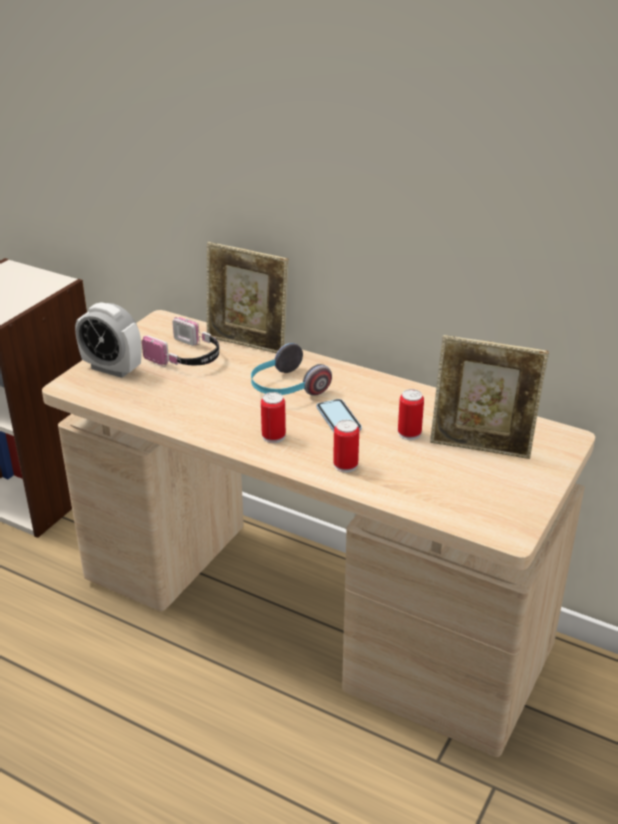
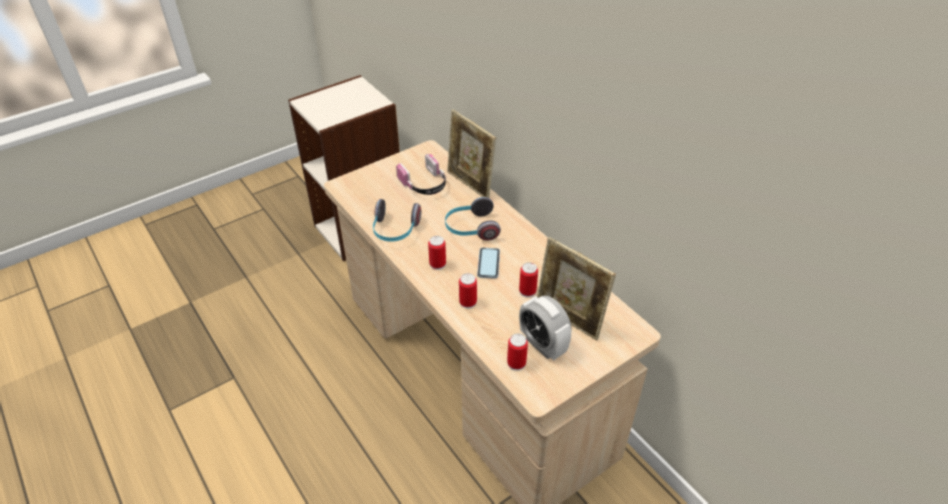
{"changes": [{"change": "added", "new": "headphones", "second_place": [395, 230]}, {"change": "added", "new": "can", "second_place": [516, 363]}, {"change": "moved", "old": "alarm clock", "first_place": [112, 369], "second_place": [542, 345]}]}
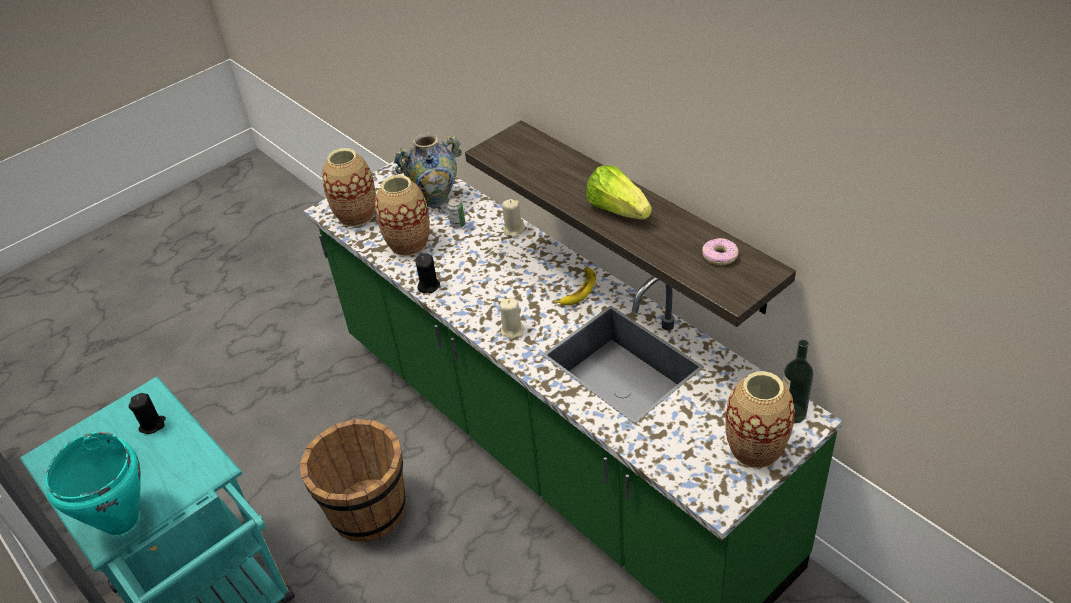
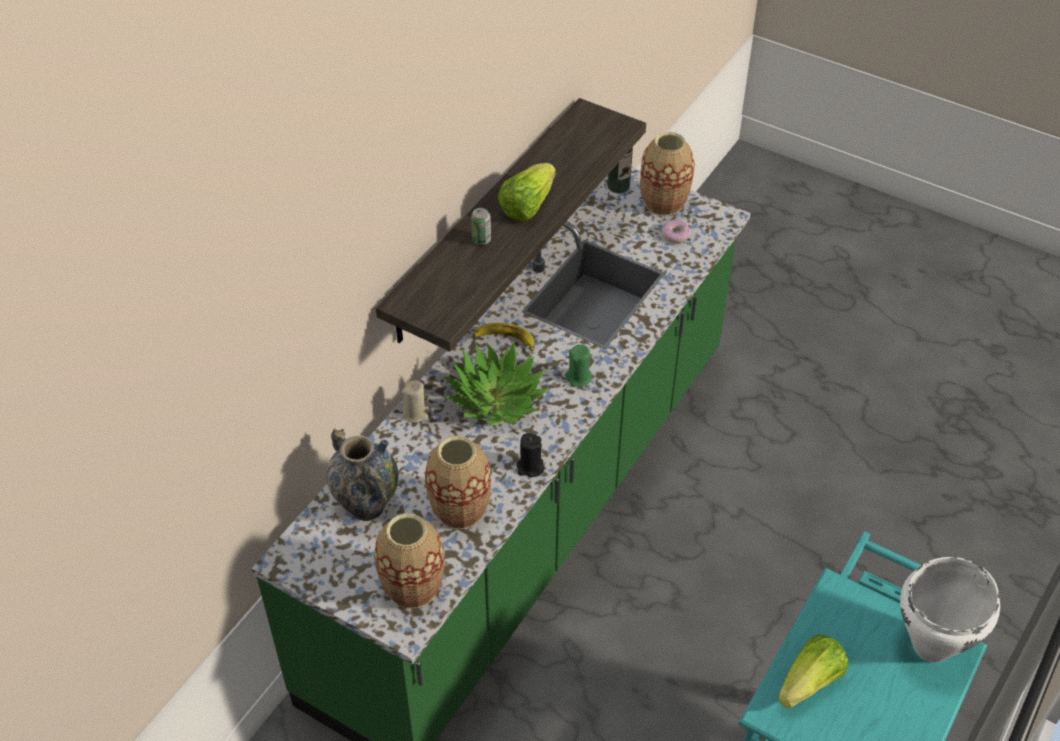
{"changes": [{"change": "removed", "old": "brown bucket", "first_place": [367, 510]}, {"change": "added", "new": "potted plant", "second_place": [496, 399]}, {"change": "moved", "old": "can", "first_place": [458, 224], "second_place": [481, 240]}, {"change": "moved", "old": "donut", "first_place": [719, 256], "second_place": [675, 235]}, {"change": "replaced", "old": "black candle", "new": "lettuce", "first_place": [152, 425], "second_place": [809, 682]}, {"change": "recoloured", "old": "turquoise cooking pot", "new": "white cooking pot", "first_place": [120, 521], "second_place": [932, 646]}, {"change": "recoloured", "old": "beige candle", "new": "green candle", "first_place": [512, 330], "second_place": [579, 377]}]}
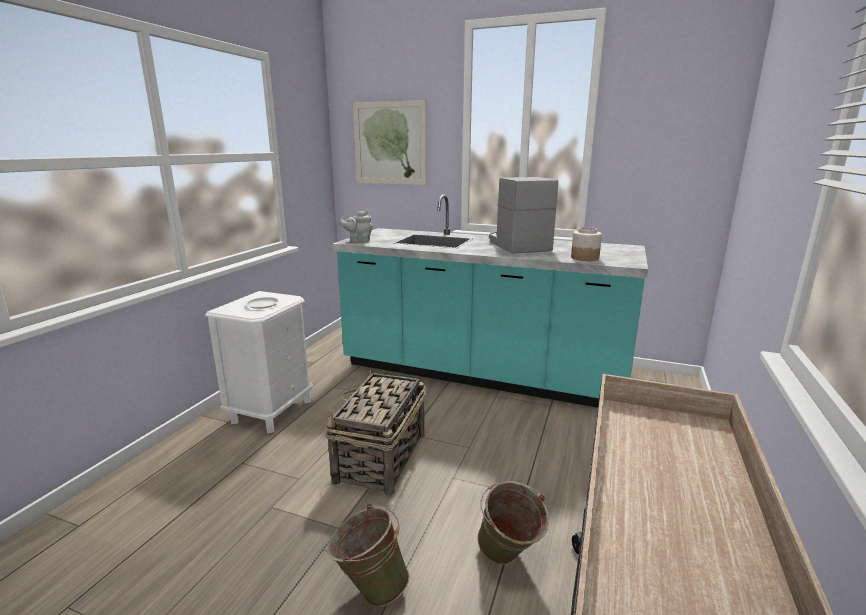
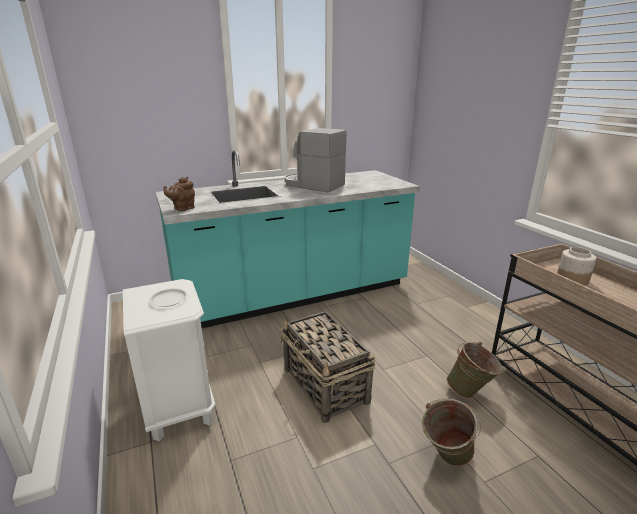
{"changes": [{"change": "removed", "old": "picture", "first_place": [390, 143]}, {"change": "moved", "old": "jar", "first_place": [584, 258], "second_place": [572, 279]}, {"change": "recoloured", "old": "grey teapot", "new": "brown teapot", "first_place": [358, 241], "second_place": [182, 209]}]}
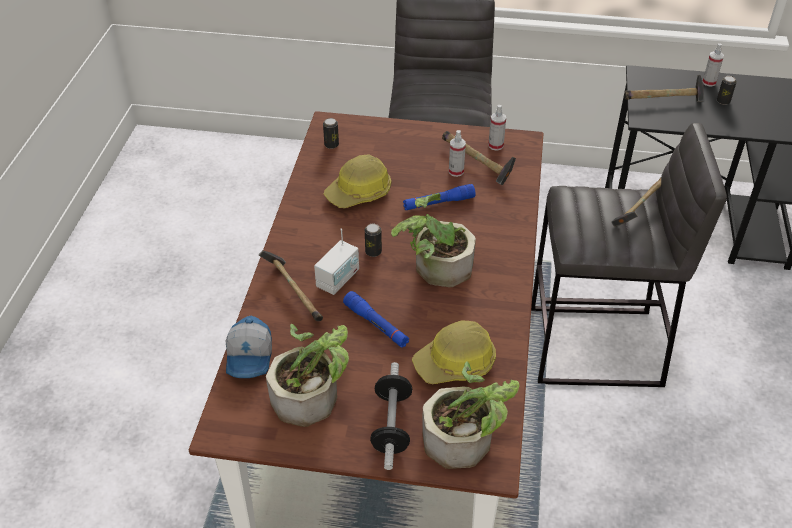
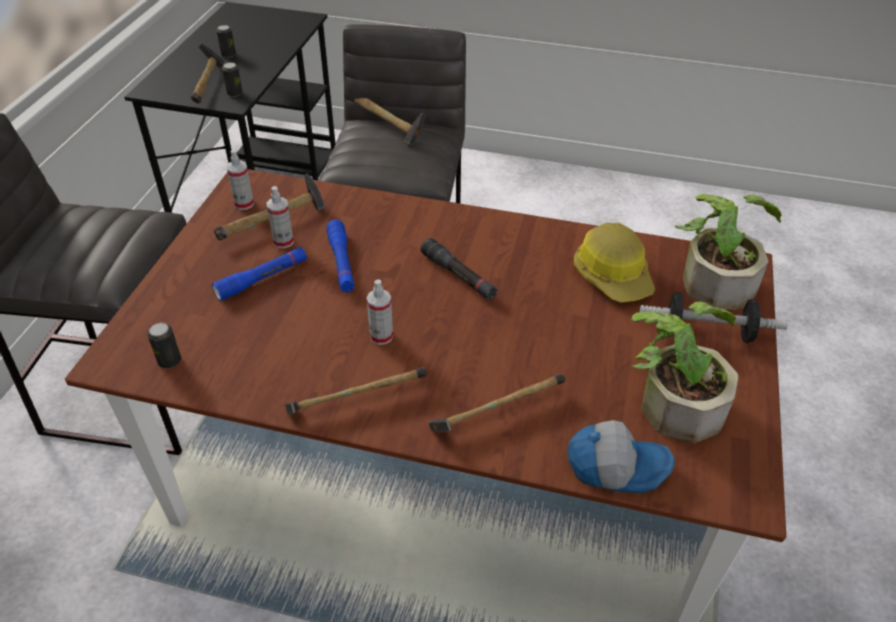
{"changes": [{"change": "removed", "old": "radio", "first_place": [338, 279]}, {"change": "removed", "old": "hard hat", "first_place": [359, 192]}, {"change": "added", "new": "hammer", "second_place": [353, 402]}, {"change": "moved", "old": "blue flashlight", "first_place": [376, 325], "second_place": [262, 279]}, {"change": "moved", "old": "can", "first_place": [373, 252], "second_place": [235, 93]}, {"change": "moved", "old": "spray bottle", "first_place": [709, 82], "second_place": [381, 336]}, {"change": "replaced", "old": "potted plant", "new": "black flashlight", "first_place": [435, 266], "second_place": [458, 276]}]}
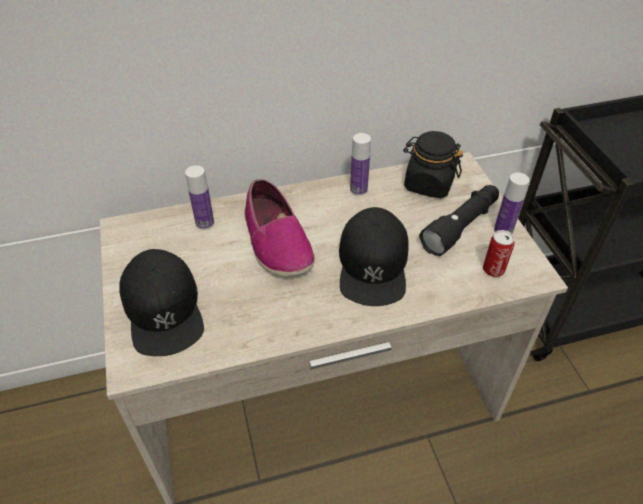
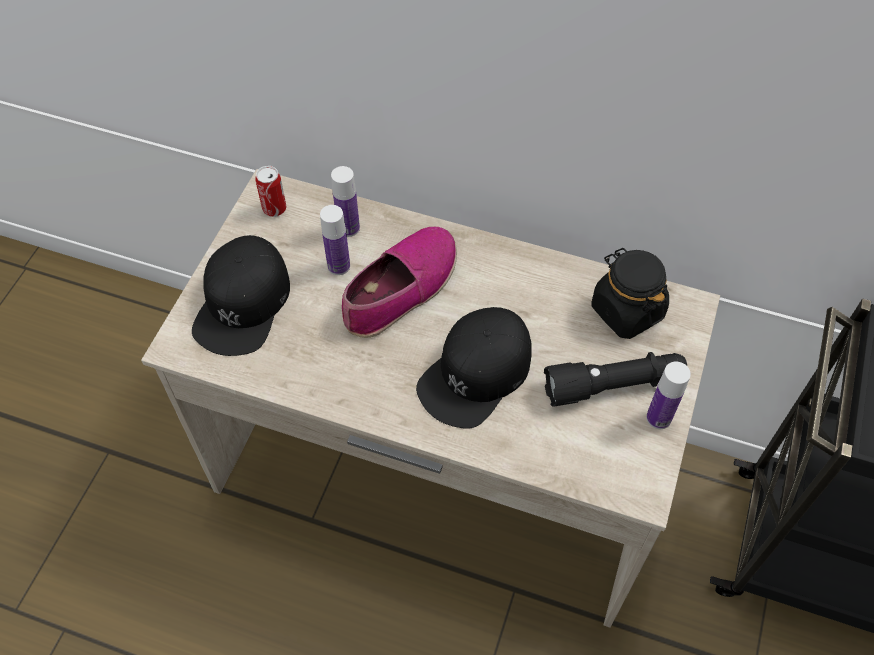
{"changes": [{"change": "moved", "old": "bottle", "first_place": [358, 189], "second_place": [338, 266]}, {"change": "moved", "old": "can", "first_place": [493, 269], "second_place": [274, 208]}, {"change": "turned", "old": "shoe", "first_place": [276, 241], "second_place": [401, 289], "degrees": -150}]}
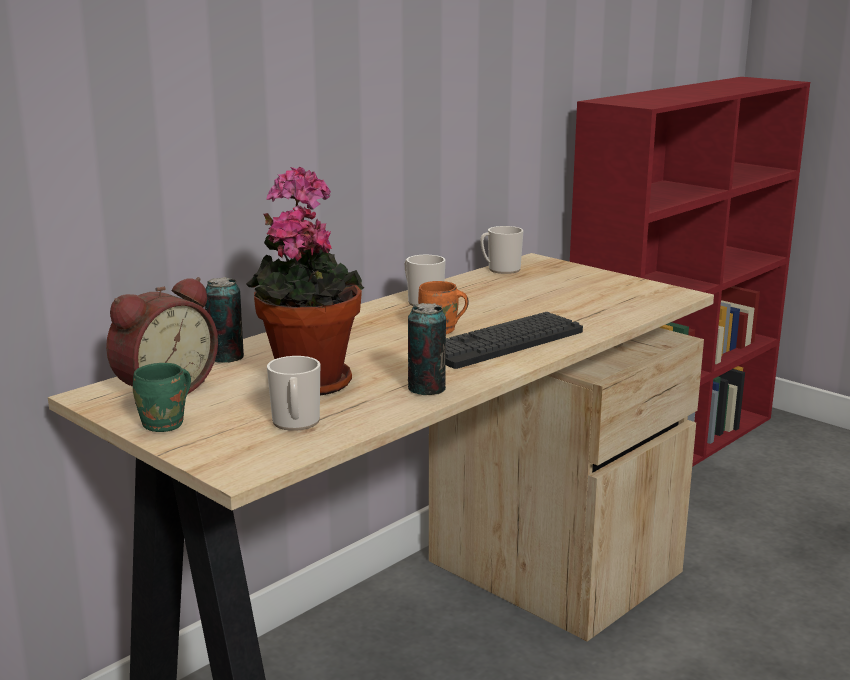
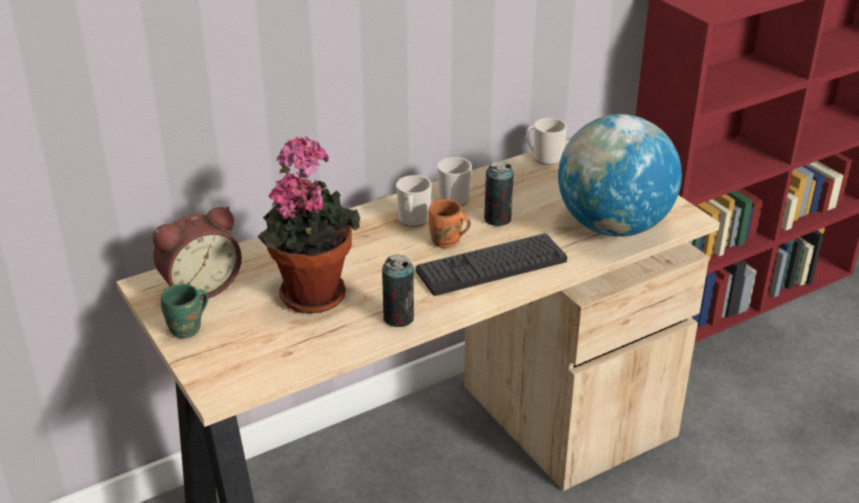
{"changes": [{"change": "added", "new": "globe", "second_place": [613, 226]}, {"change": "moved", "old": "can", "first_place": [226, 357], "second_place": [497, 219]}, {"change": "moved", "old": "mug", "first_place": [296, 423], "second_place": [413, 220]}]}
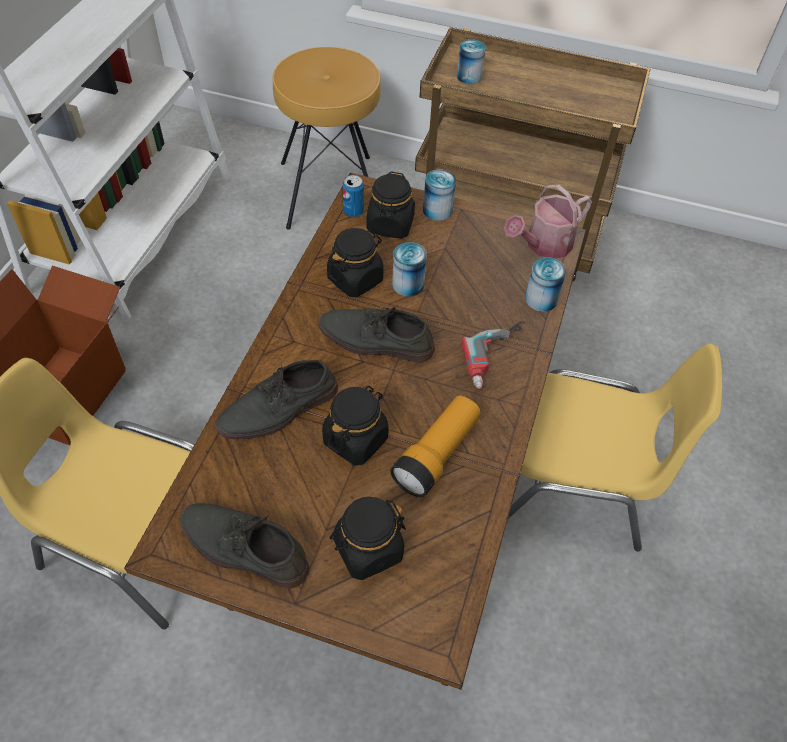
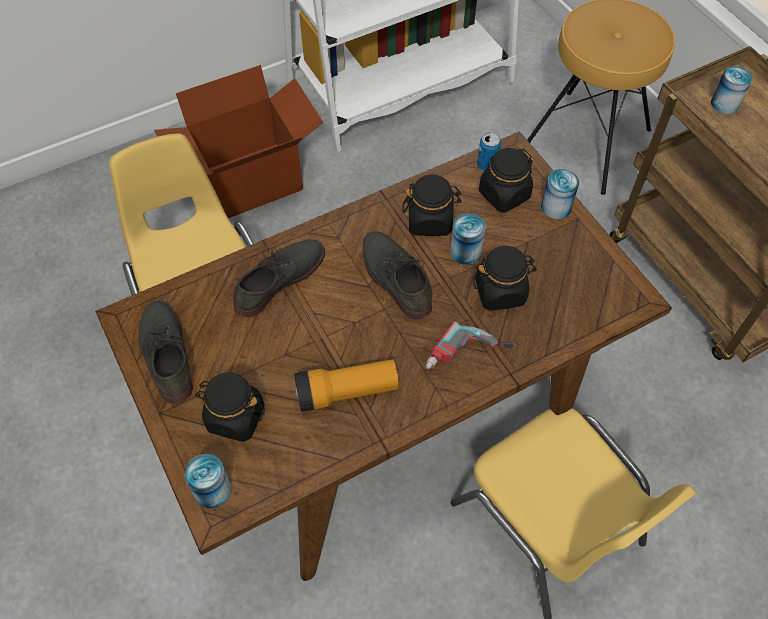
{"changes": [{"change": "removed", "old": "watering can", "first_place": [543, 245]}, {"change": "moved", "old": "black jar", "first_place": [355, 439], "second_place": [500, 291]}, {"change": "moved", "old": "can", "first_place": [541, 299], "second_place": [213, 490]}, {"change": "turned", "old": "grey shoe", "first_place": [279, 409], "second_place": [279, 279], "degrees": 120}]}
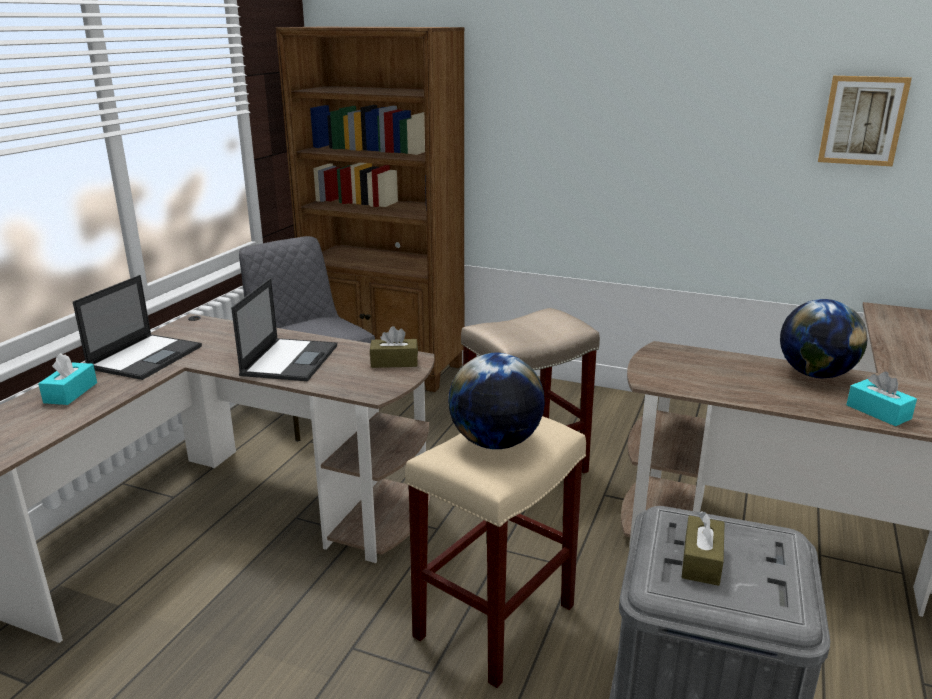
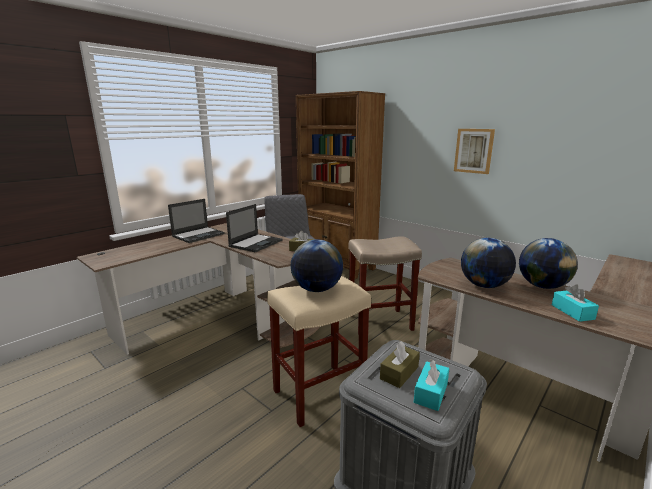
{"changes": [{"change": "added", "new": "globe", "second_place": [484, 285]}, {"change": "moved", "old": "turquoise tissue box", "first_place": [71, 393], "second_place": [431, 393]}, {"change": "moved", "old": "picture", "first_place": [862, 120], "second_place": [474, 151]}]}
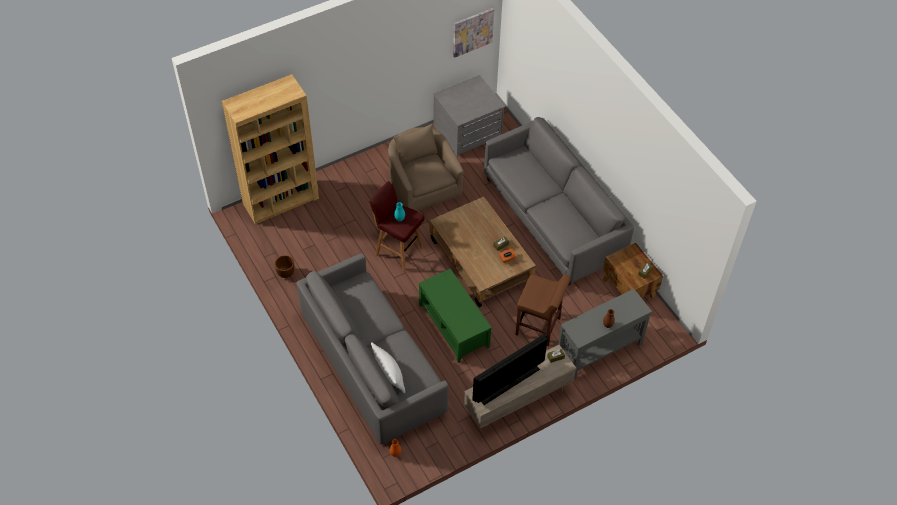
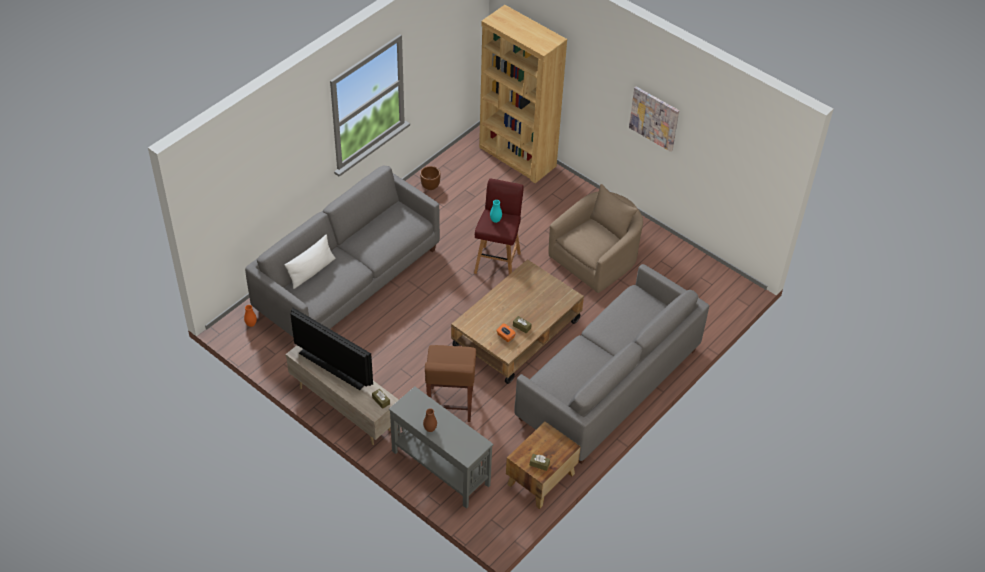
{"changes": [{"change": "removed", "old": "green coffee table", "first_place": [453, 326]}, {"change": "removed", "old": "grey dresser", "first_place": [468, 132]}, {"change": "moved", "old": "picture", "first_place": [472, 32], "second_place": [654, 118]}]}
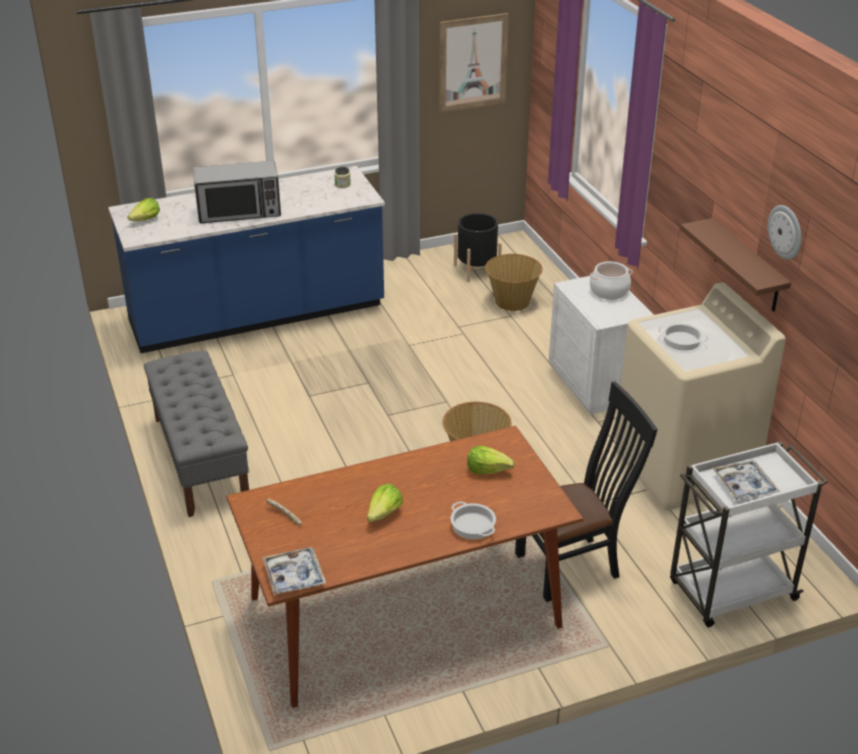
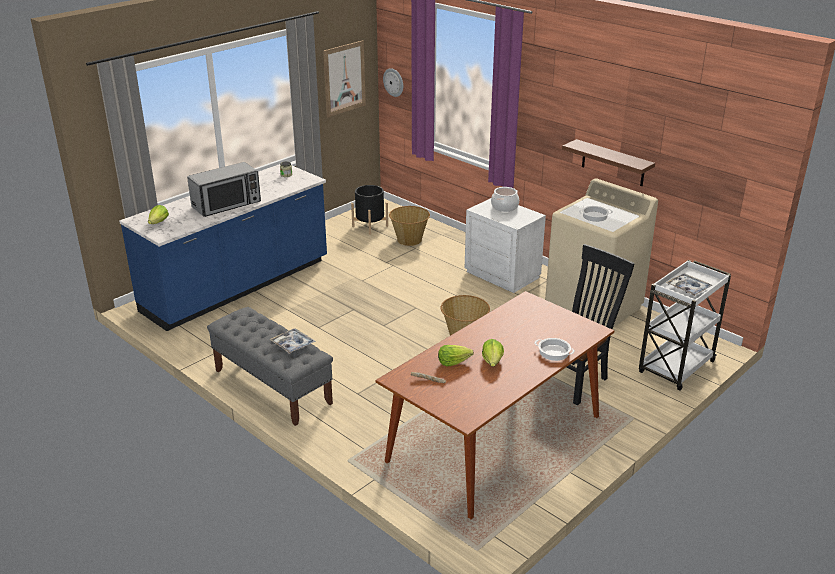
{"changes": [{"change": "moved", "old": "tray", "first_place": [294, 576], "second_place": [292, 344]}, {"change": "moved", "old": "lettuce", "first_place": [488, 470], "second_place": [453, 362]}, {"change": "moved", "old": "wall clock", "first_place": [786, 231], "second_place": [393, 82]}]}
